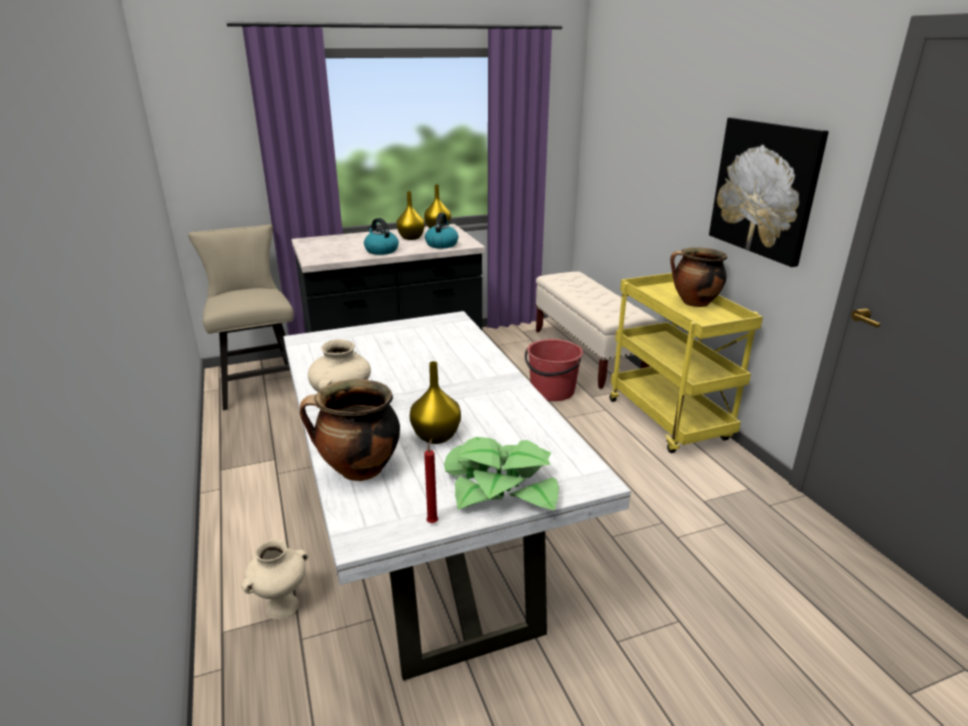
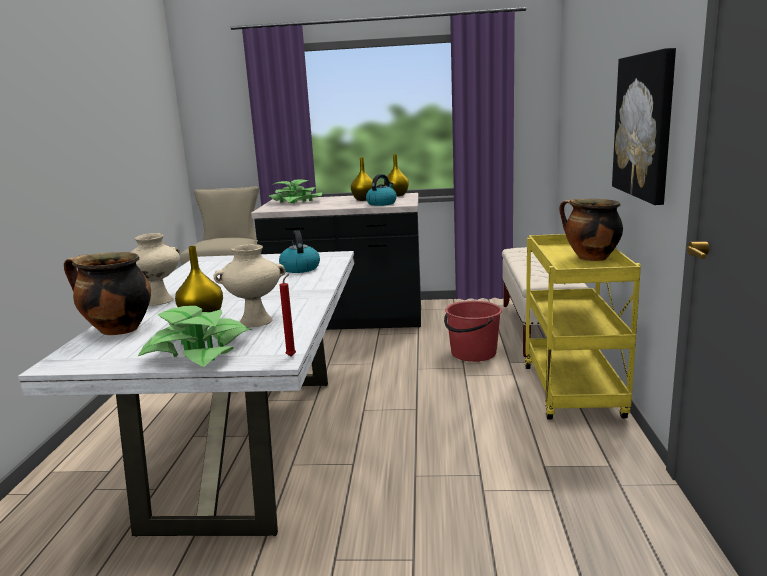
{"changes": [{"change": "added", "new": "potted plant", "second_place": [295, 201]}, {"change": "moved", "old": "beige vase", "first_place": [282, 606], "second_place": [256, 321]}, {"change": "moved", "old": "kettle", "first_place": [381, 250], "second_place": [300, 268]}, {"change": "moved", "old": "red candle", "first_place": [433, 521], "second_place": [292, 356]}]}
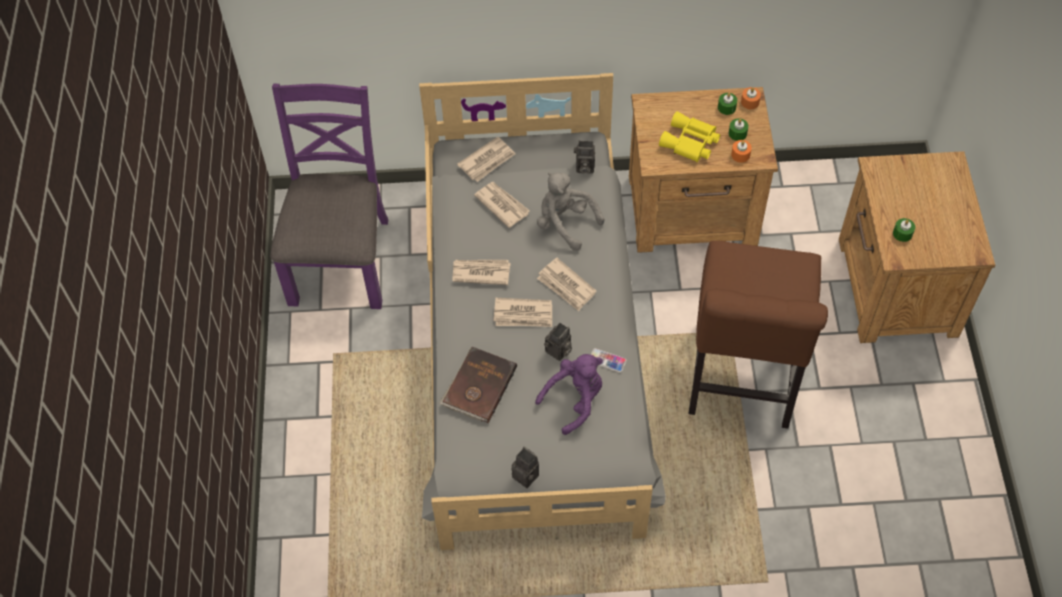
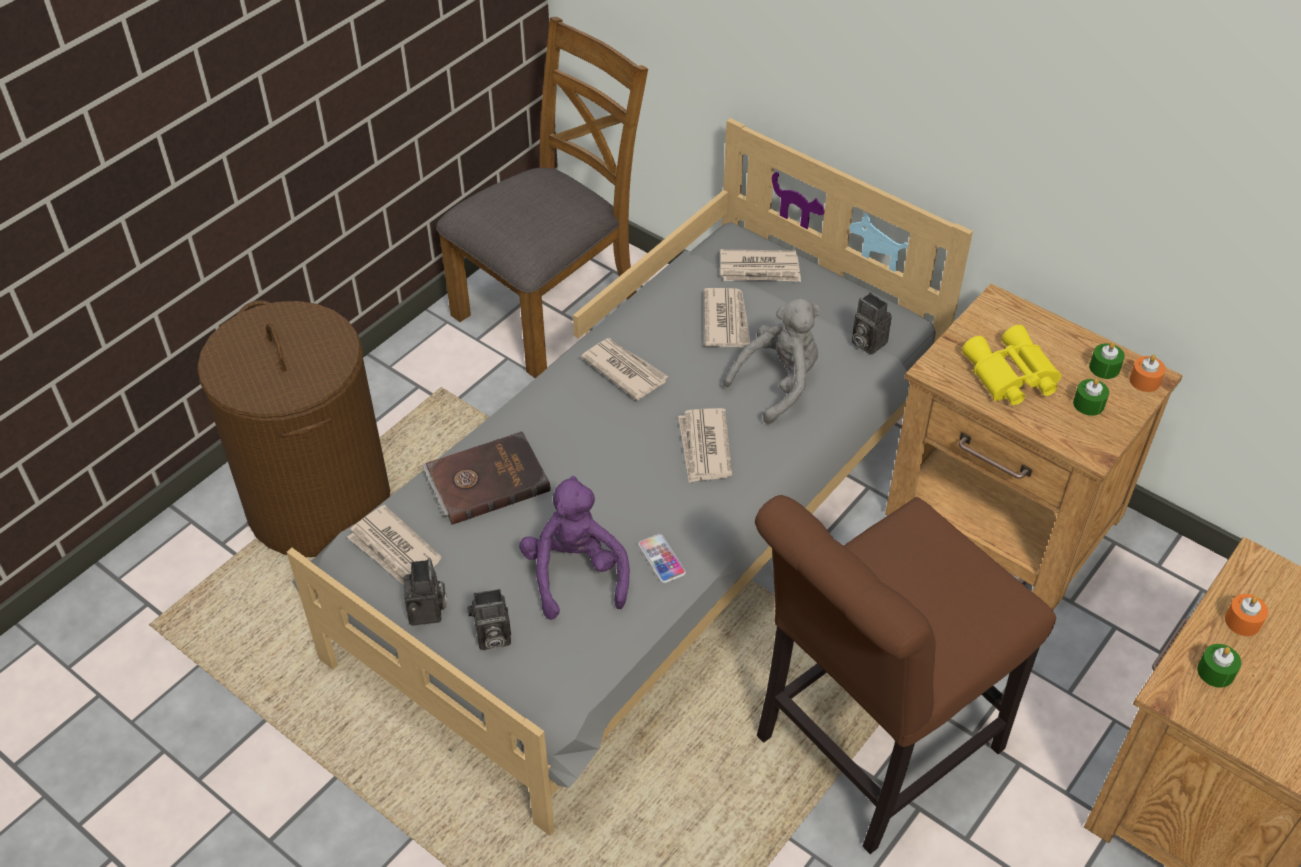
{"changes": [{"change": "added", "new": "brown laundry basket", "second_place": [318, 503]}, {"change": "moved", "old": "newspaper", "first_place": [523, 315], "second_place": [394, 550]}, {"change": "moved", "old": "photo camera", "first_place": [558, 351], "second_place": [491, 637]}, {"change": "moved", "old": "orange candle", "first_place": [740, 155], "second_place": [1242, 621]}, {"change": "recoloured", "old": "purple chair", "new": "brown chair", "first_place": [341, 260], "second_place": [549, 308]}, {"change": "turned", "old": "purple plush toy", "first_place": [575, 400], "second_place": [575, 573], "degrees": -105}, {"change": "turned", "old": "grey plush toy", "first_place": [565, 223], "second_place": [778, 383], "degrees": 60}]}
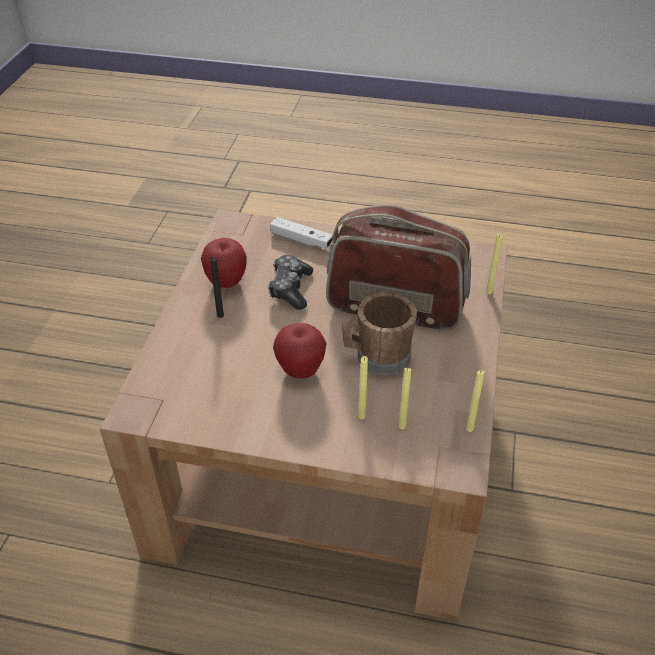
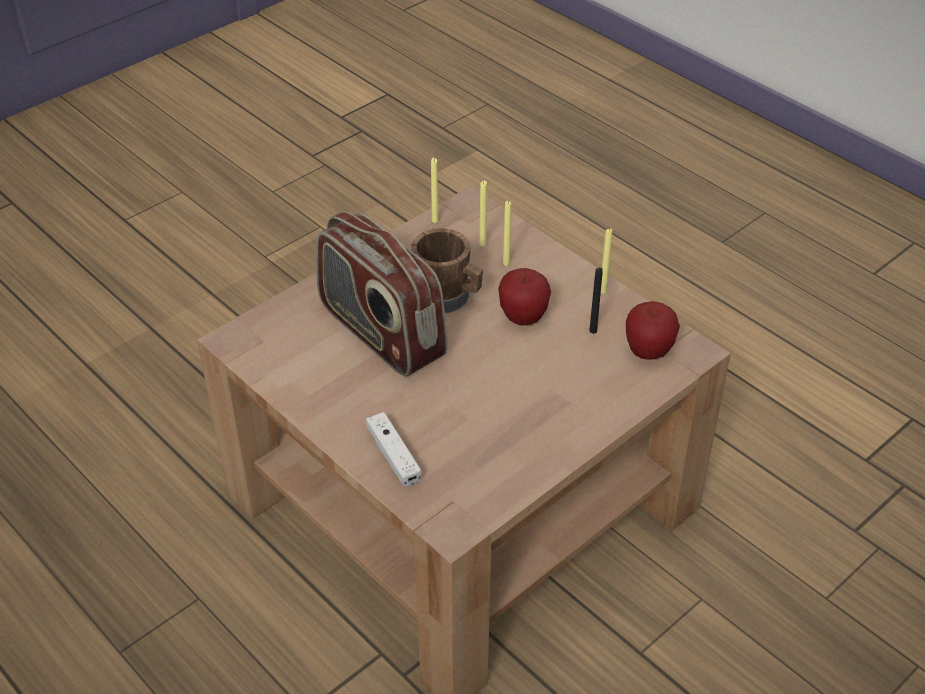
{"changes": [{"change": "removed", "old": "game controller", "first_place": [290, 289]}, {"change": "moved", "old": "apple", "first_place": [226, 282], "second_place": [648, 352]}, {"change": "moved", "old": "black candle", "first_place": [220, 315], "second_place": [593, 331]}, {"change": "moved", "old": "yellow candle", "first_place": [489, 292], "second_place": [603, 291]}]}
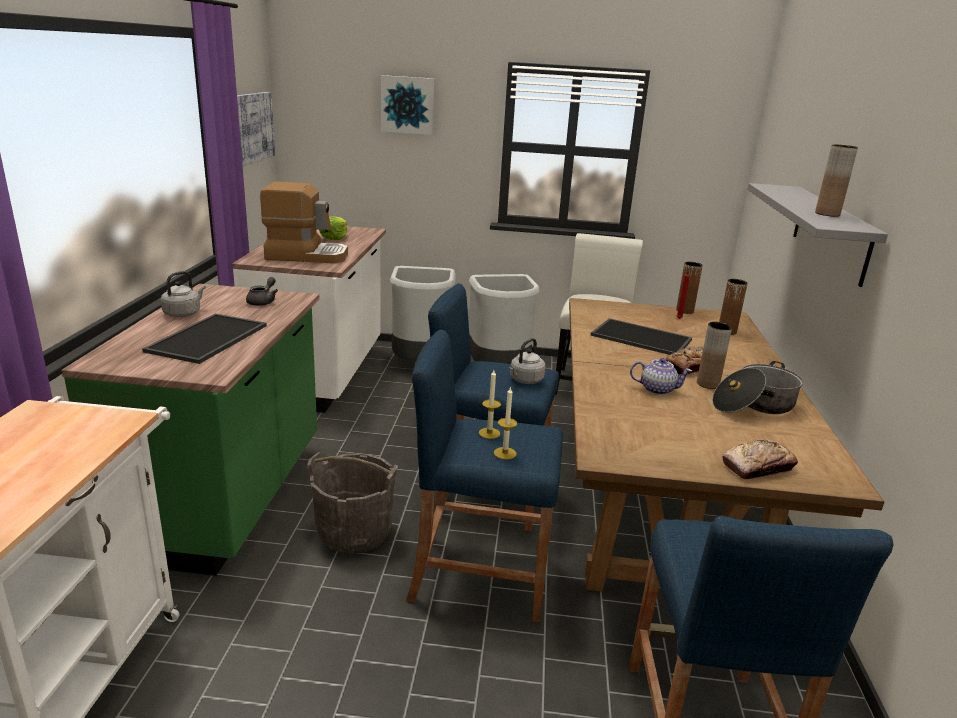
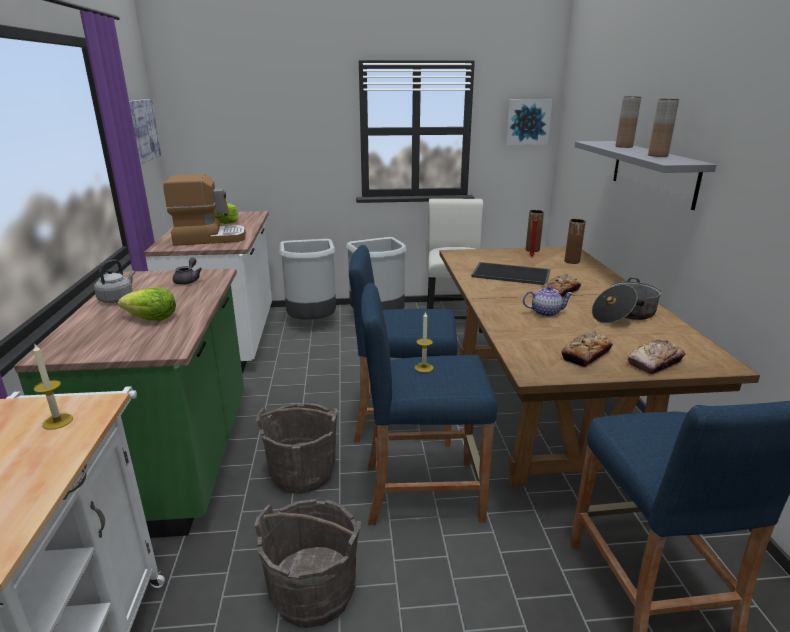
{"changes": [{"change": "removed", "old": "grey kettle", "first_place": [525, 380]}, {"change": "added", "new": "grey bucket", "second_place": [313, 592]}, {"change": "added", "new": "bread", "second_place": [586, 355]}, {"change": "moved", "old": "picture", "first_place": [408, 105], "second_place": [527, 122]}, {"change": "moved", "old": "candle", "first_place": [505, 453], "second_place": [57, 421]}, {"change": "moved", "old": "brown vase", "first_place": [708, 384], "second_place": [624, 146]}, {"change": "replaced", "old": "tray", "new": "lettuce", "first_place": [208, 339], "second_place": [151, 318]}]}
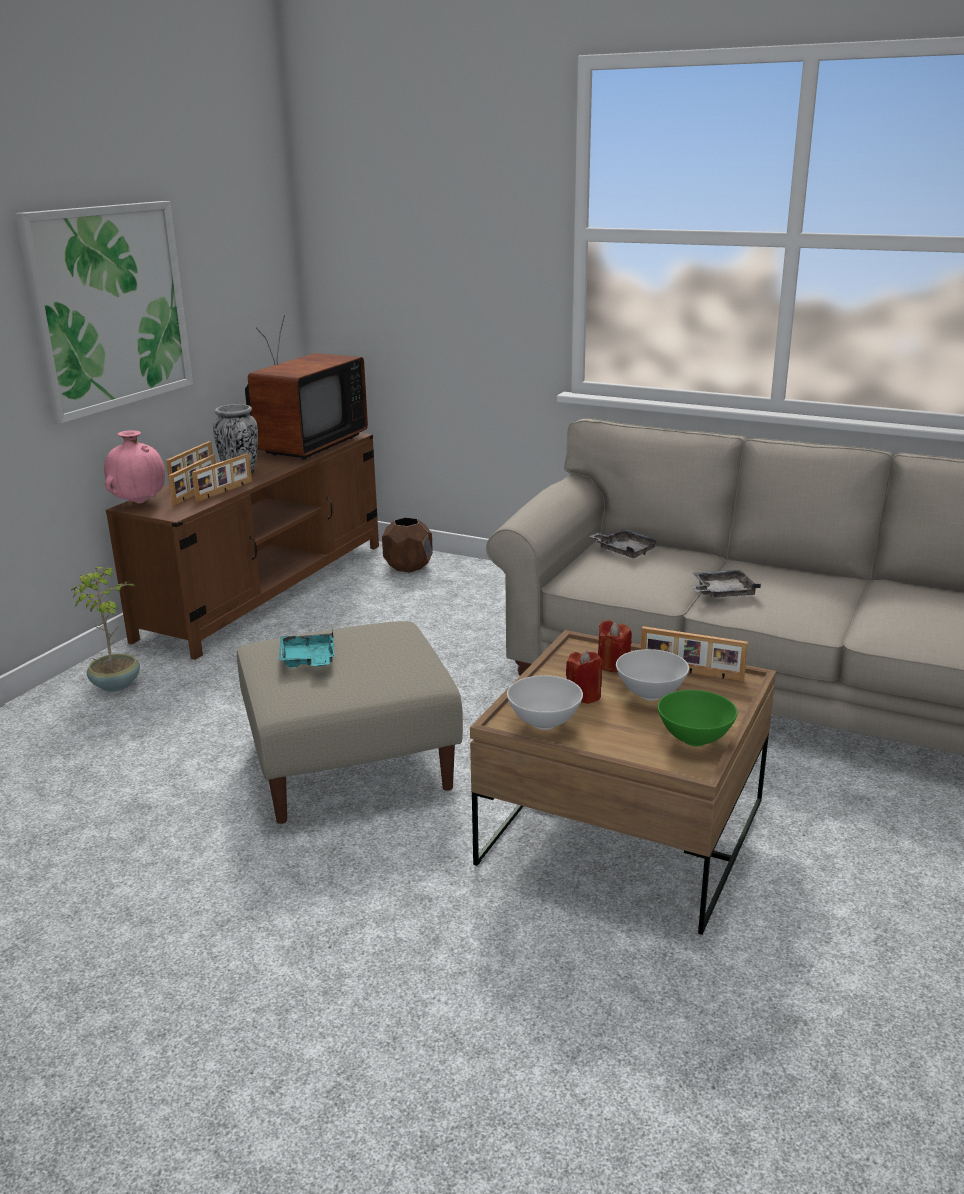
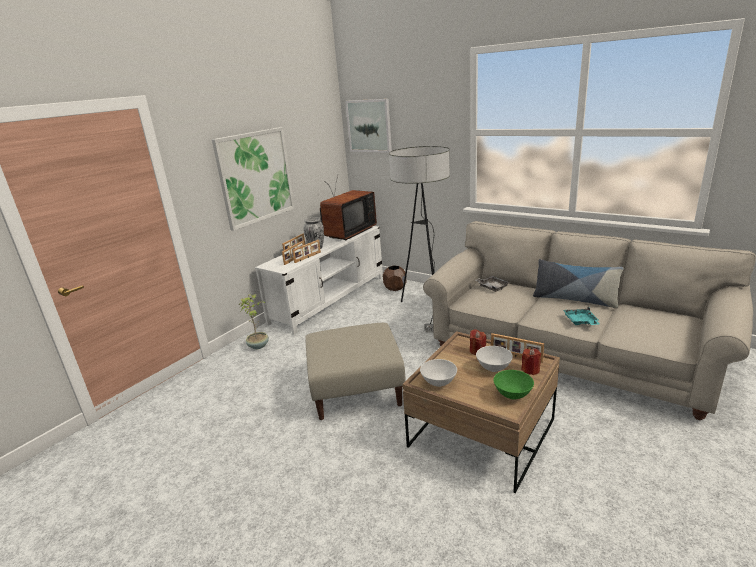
{"changes": [{"change": "removed", "old": "pink vase", "first_place": [139, 502]}, {"change": "removed", "old": "grey tray", "first_place": [722, 593]}, {"change": "added", "new": "picture", "second_place": [369, 126]}, {"change": "added", "new": "floor lamp", "second_place": [425, 305]}, {"change": "added", "new": "pillow", "second_place": [574, 299]}, {"change": "moved", "old": "turquoise tray", "first_place": [308, 660], "second_place": [580, 321]}, {"change": "moved", "old": "red candle", "first_place": [584, 695], "second_place": [530, 370]}, {"change": "recoloured", "old": "brown tv stand", "new": "white tv stand", "first_place": [267, 589], "second_place": [330, 299]}]}
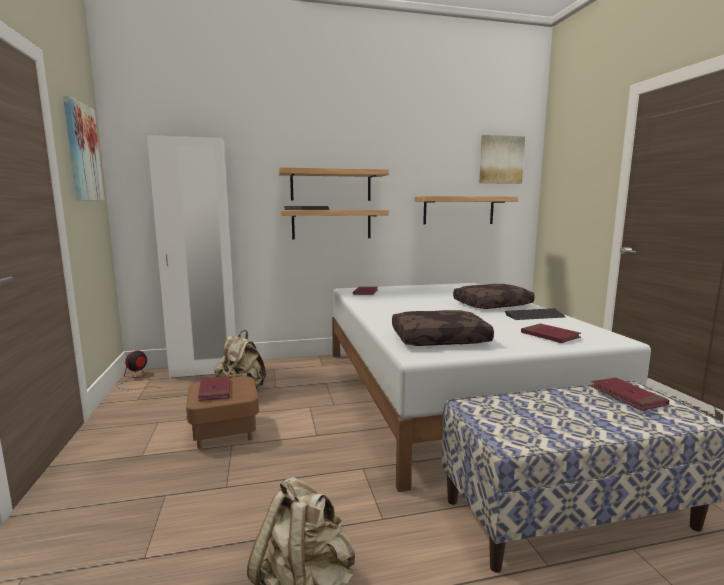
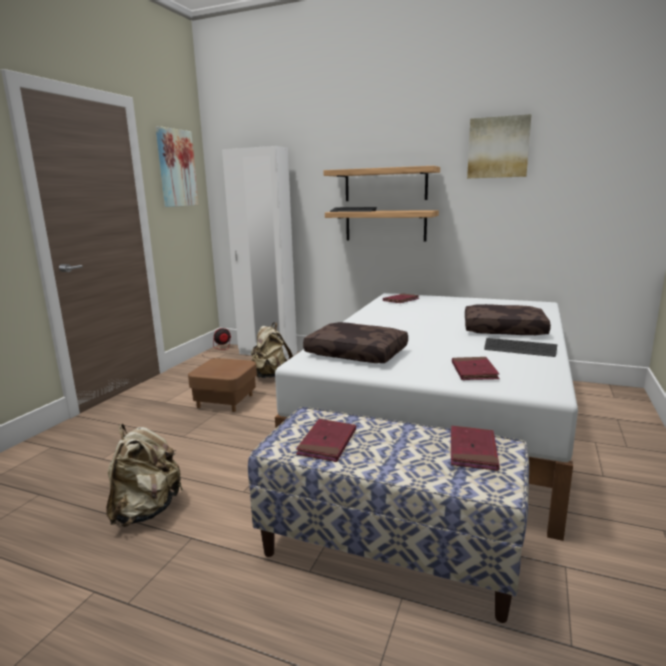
{"changes": [{"change": "removed", "old": "shelf", "first_place": [458, 210]}, {"change": "moved", "old": "red book", "first_place": [215, 390], "second_place": [327, 443]}, {"change": "moved", "old": "picture", "first_place": [501, 160], "second_place": [498, 147]}]}
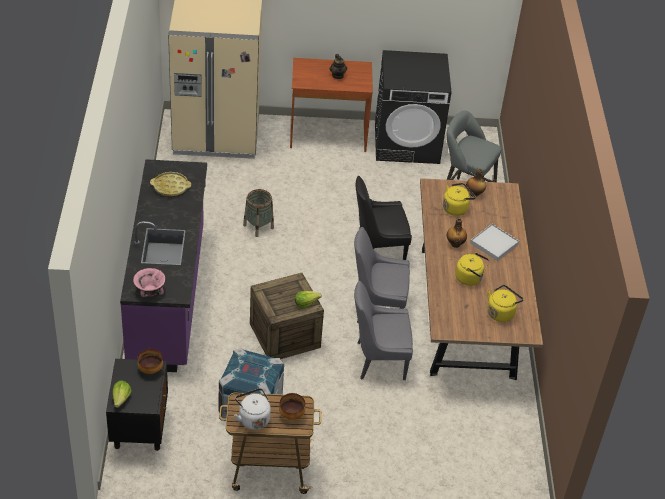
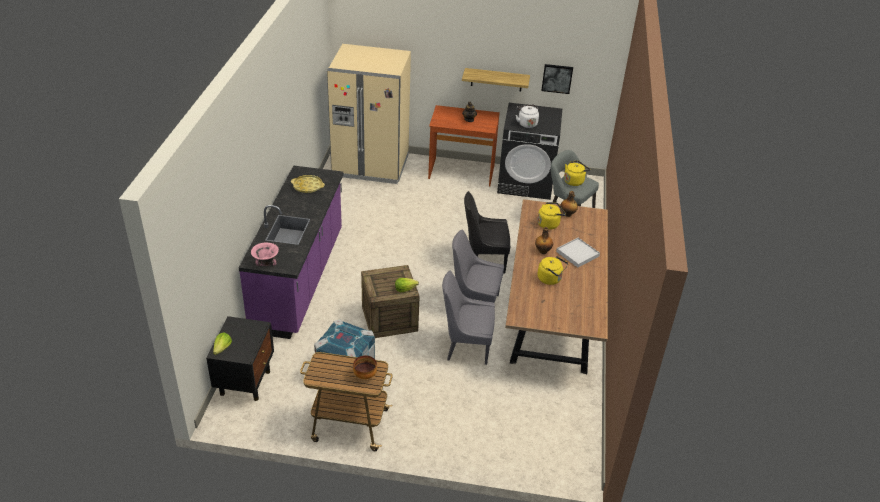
{"changes": [{"change": "removed", "old": "bowl", "first_place": [150, 369]}, {"change": "removed", "old": "basket", "first_place": [258, 226]}, {"change": "added", "new": "shelf", "second_place": [496, 79]}, {"change": "added", "new": "picture", "second_place": [557, 78]}, {"change": "moved", "old": "white kettle", "first_place": [253, 418], "second_place": [526, 123]}, {"change": "moved", "old": "yellow kettle", "first_place": [501, 312], "second_place": [574, 181]}]}
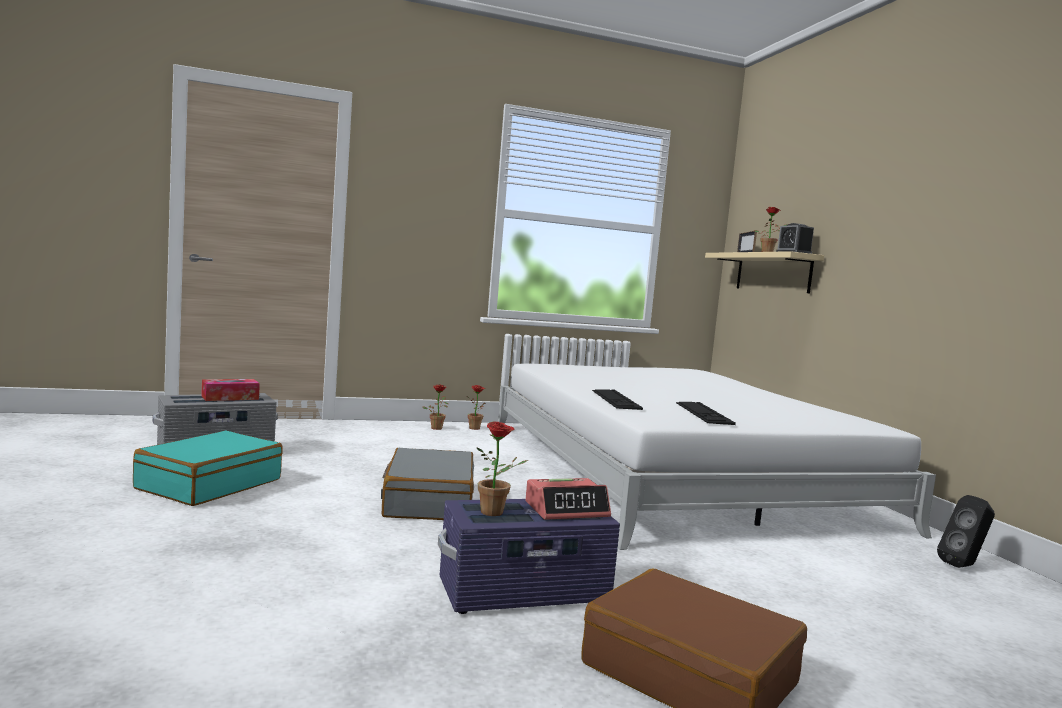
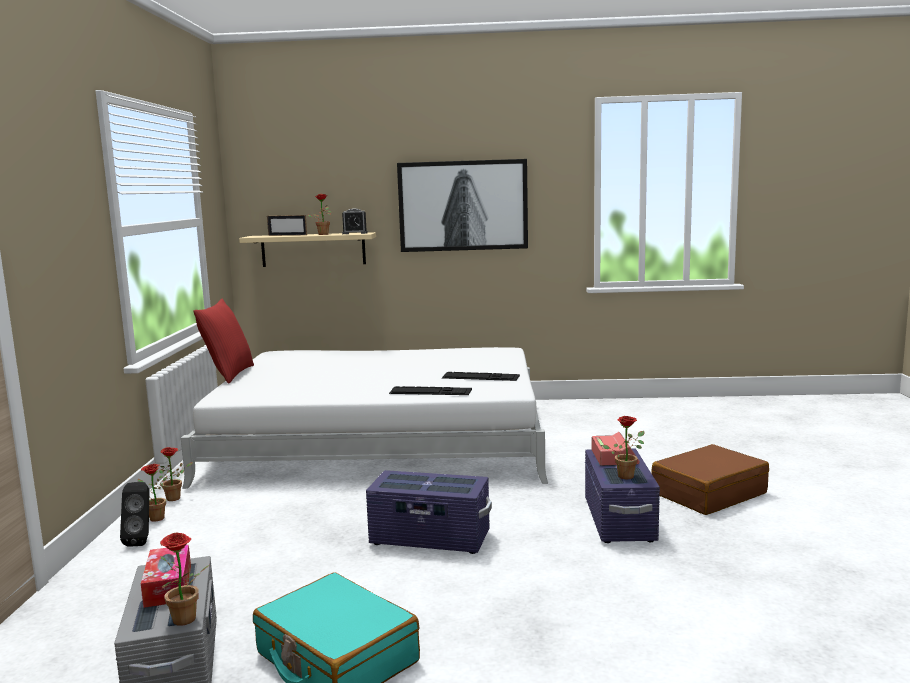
{"changes": [{"change": "added", "new": "potted plant", "second_place": [186, 621]}, {"change": "added", "new": "red pillow", "second_place": [228, 375]}, {"change": "added", "new": "picture", "second_place": [463, 205]}, {"change": "moved", "old": "black speaker", "first_place": [964, 566], "second_place": [141, 540]}, {"change": "replaced", "old": "grey suitcase", "new": "purple storage box", "first_place": [428, 501], "second_place": [430, 538]}]}
